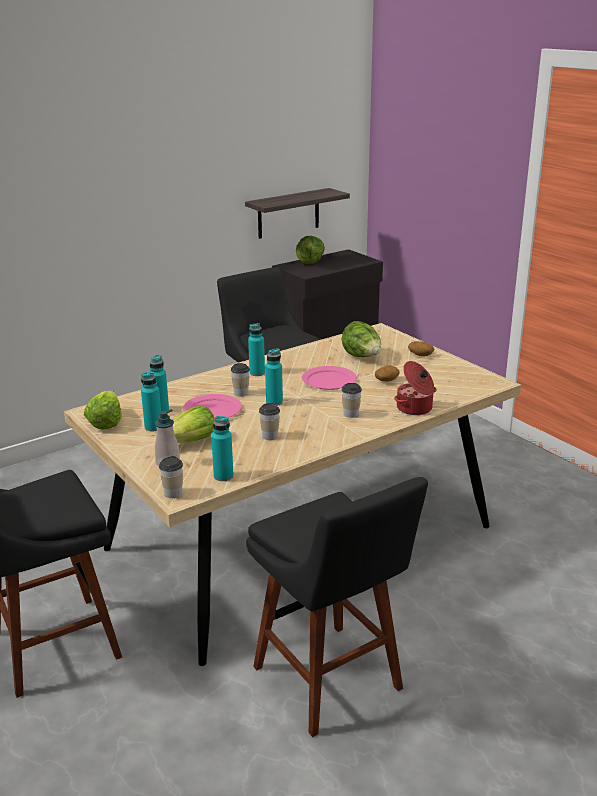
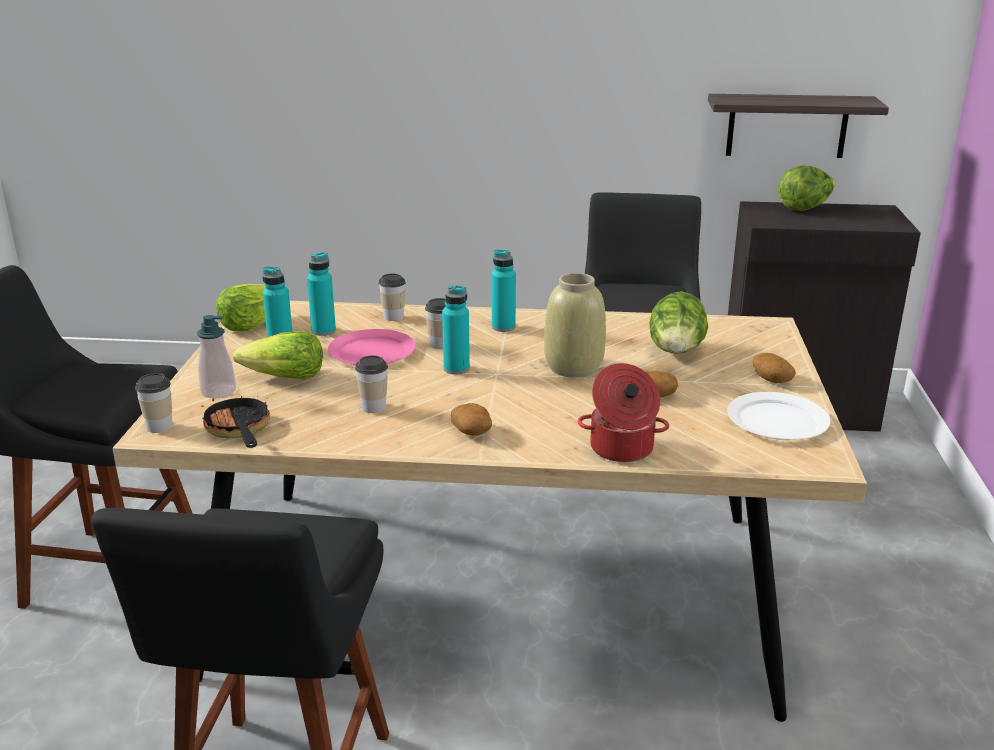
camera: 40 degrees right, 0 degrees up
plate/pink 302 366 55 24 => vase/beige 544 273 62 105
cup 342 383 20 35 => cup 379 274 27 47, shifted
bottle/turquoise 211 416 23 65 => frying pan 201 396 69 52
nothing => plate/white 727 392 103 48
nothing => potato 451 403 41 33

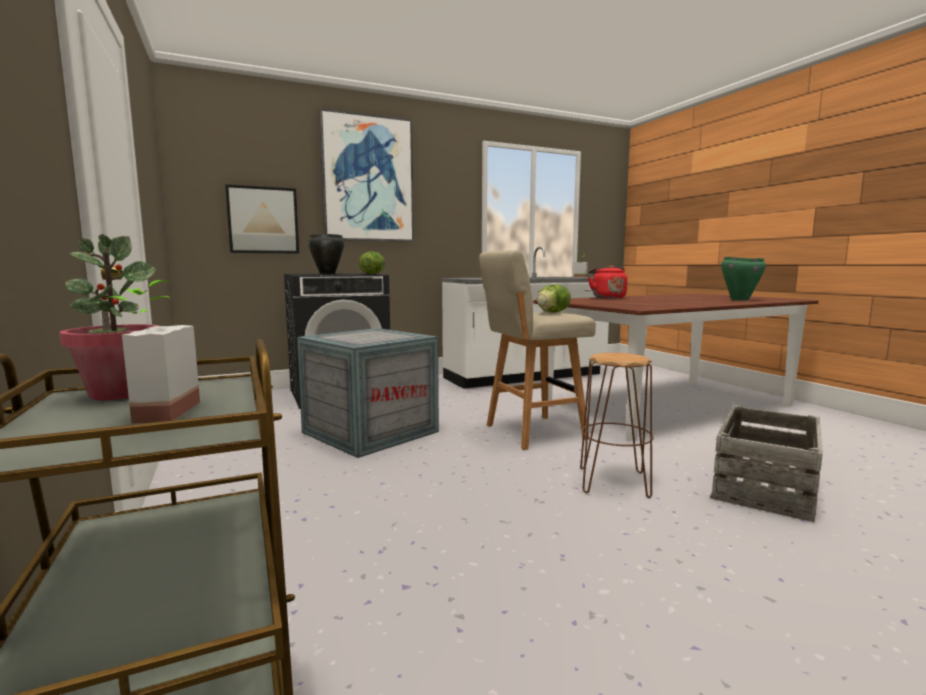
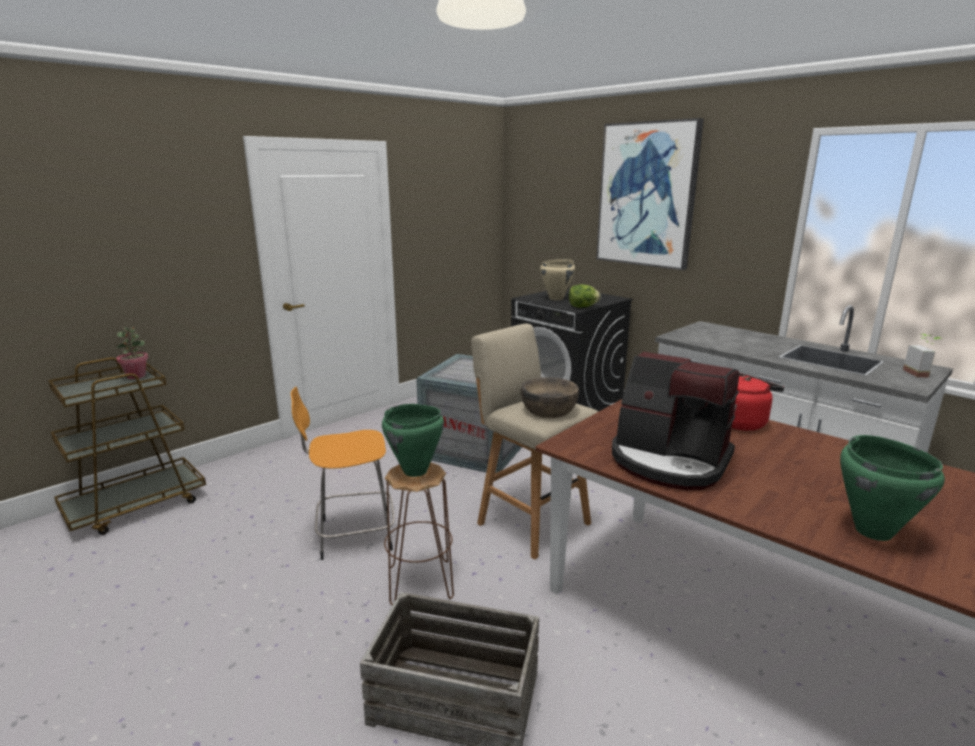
camera: 70 degrees right, 10 degrees up
picture 225 184 74 70 => nothing
cooking pot/black 307 234 38 40 => cooking pot/beige 540 259 35 41
potted plant 106 280 94 144 => nothing
lettuce 537 284 34 29 => bowl/brown 521 377 58 41
nothing => coffee machine 612 352 127 138
nothing => stool/orange 291 387 104 173
nothing => cooking pot/green 382 404 62 73

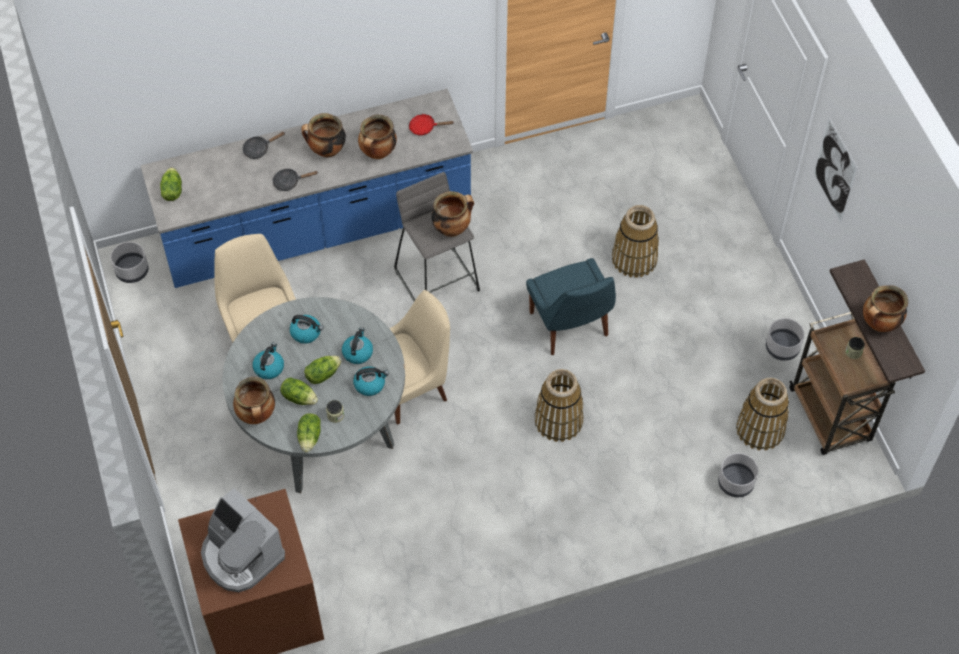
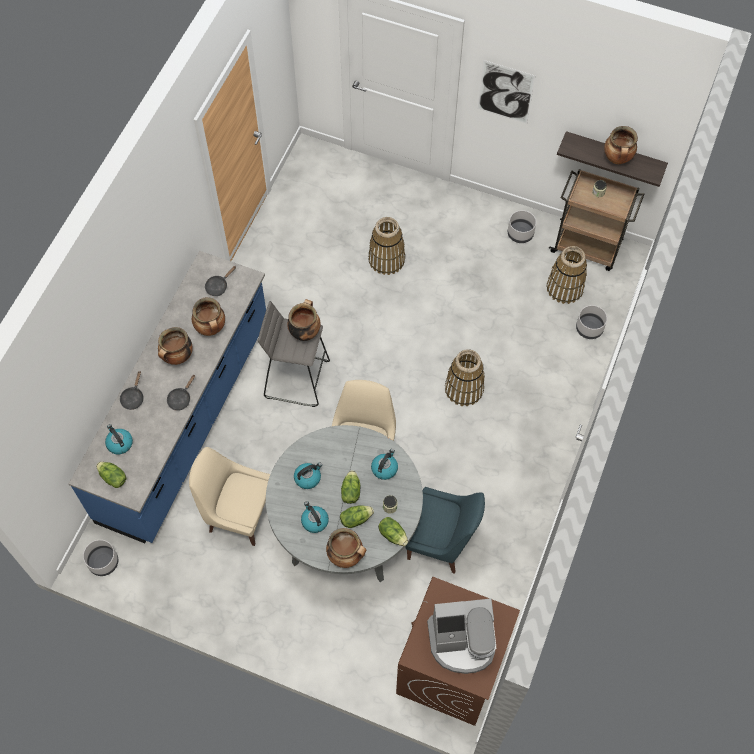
camera: 50 degrees left, 5 degrees up
frying pan/red 409 114 45 21 => frying pan/black 205 266 31 30
chair/blue 526 258 90 97 => chair/blue 405 487 80 87, shifted
kettle 342 327 31 37 => kettle 105 424 28 30, shifted

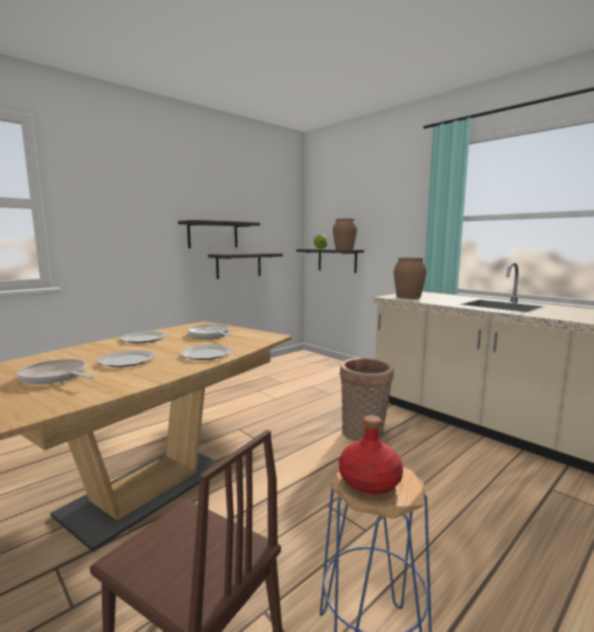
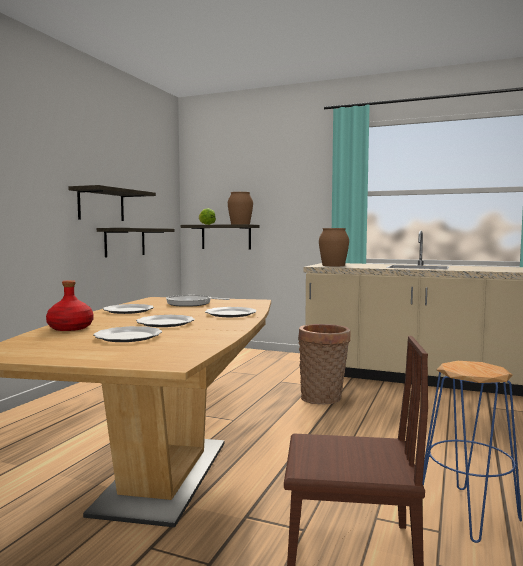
camera: 25 degrees left, 5 degrees down
frying pan 17 359 78 25 => plate 93 326 69 16
bottle/red 339 415 64 79 => bottle/red 46 280 48 51, shifted

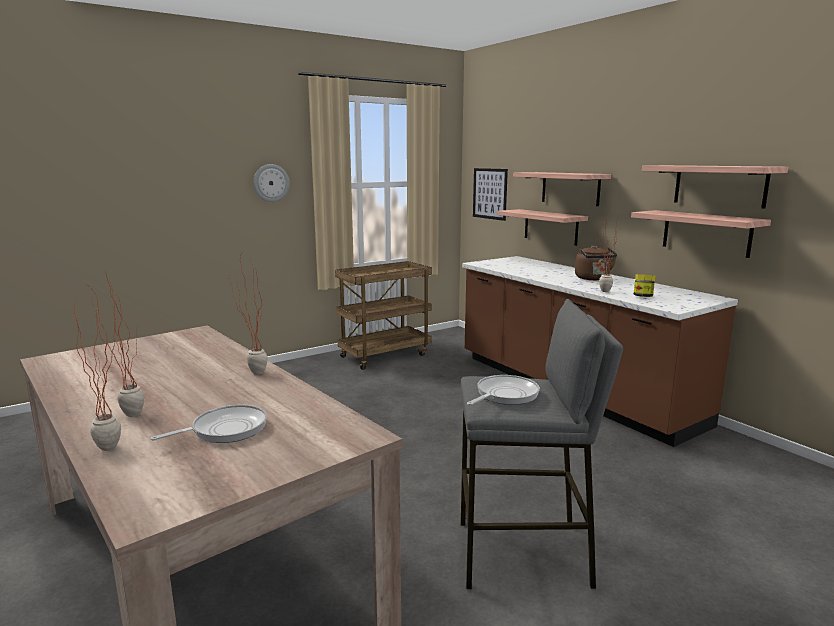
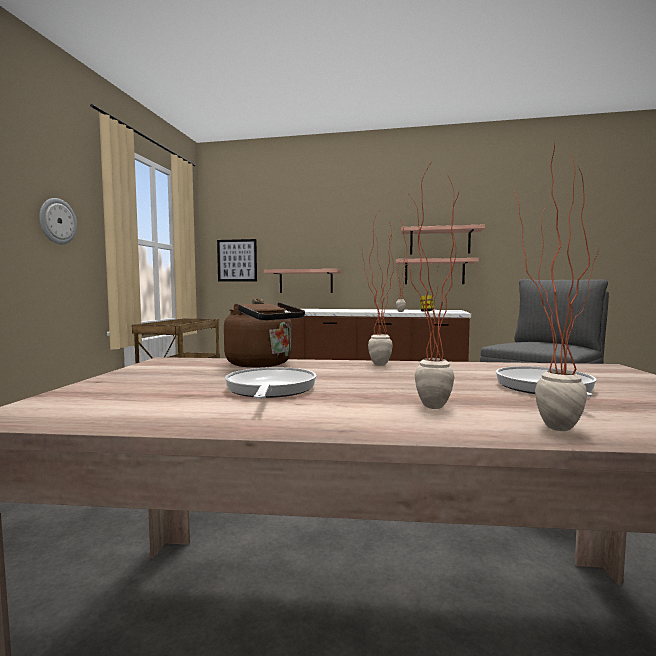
camera: 45 degrees left, 10 degrees down
shelf 513 172 98 34 => nothing
kettle/brown 575 245 42 35 => kettle/brown 224 299 81 69, shifted
frying pan 467 375 73 30 => frying pan 225 367 91 32, shifted

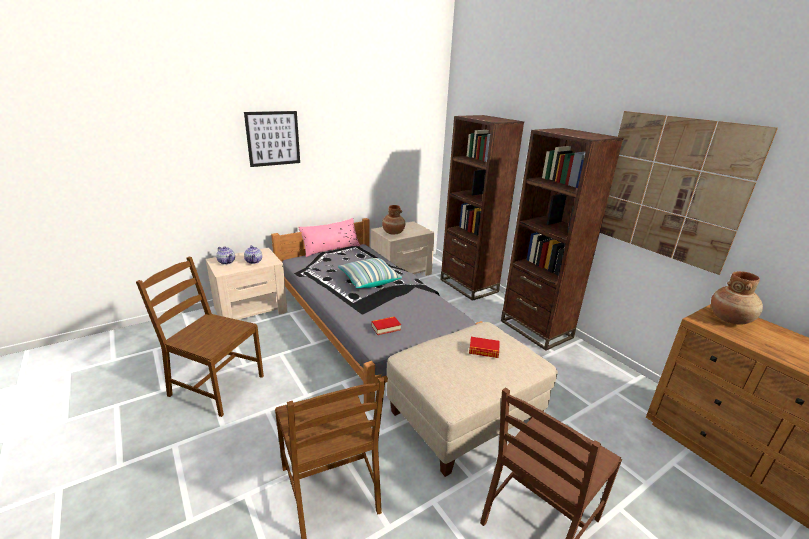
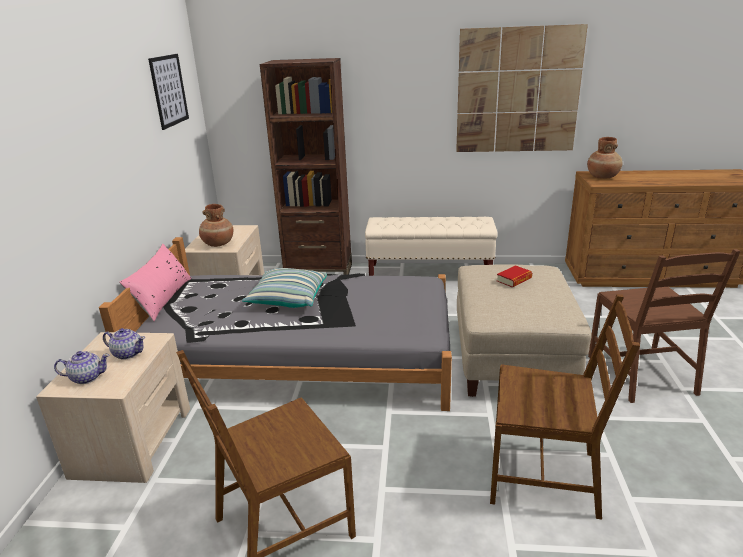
camera: 50 degrees left, 0 degrees up
picture 244 111 56 56 => picture 148 54 41 76, shifted
bookcase/brown 501 128 122 223 => bench/beige 365 217 132 59
book 371 316 30 19 => nothing

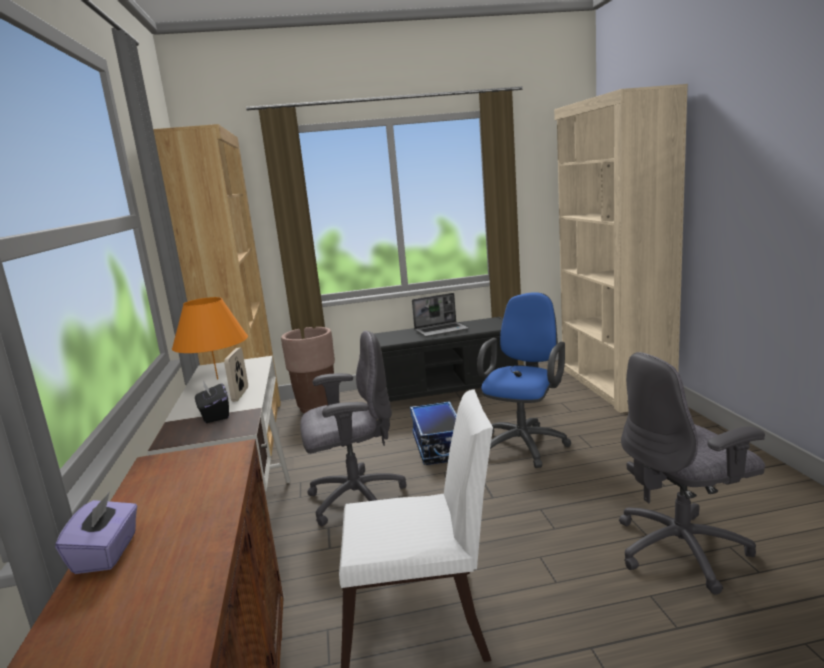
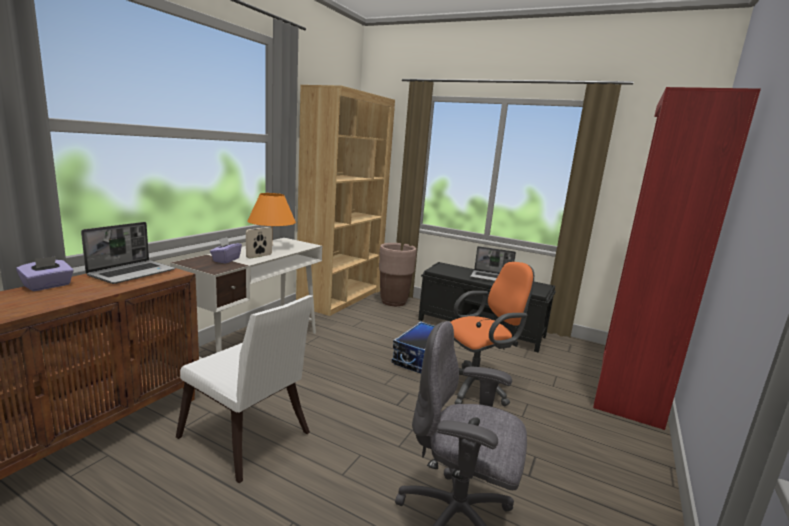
camera: 35 degrees right, 0 degrees up
bookcase/beige 554 84 134 329 => bookcase/red 593 87 168 343
office chair/blue 477 292 94 176 => office chair/orange 451 262 83 144
office chair/grey 300 331 107 195 => nothing
tissue box/black 195 380 34 43 => tissue box/purple 210 237 32 26
nothing => laptop 81 222 94 62

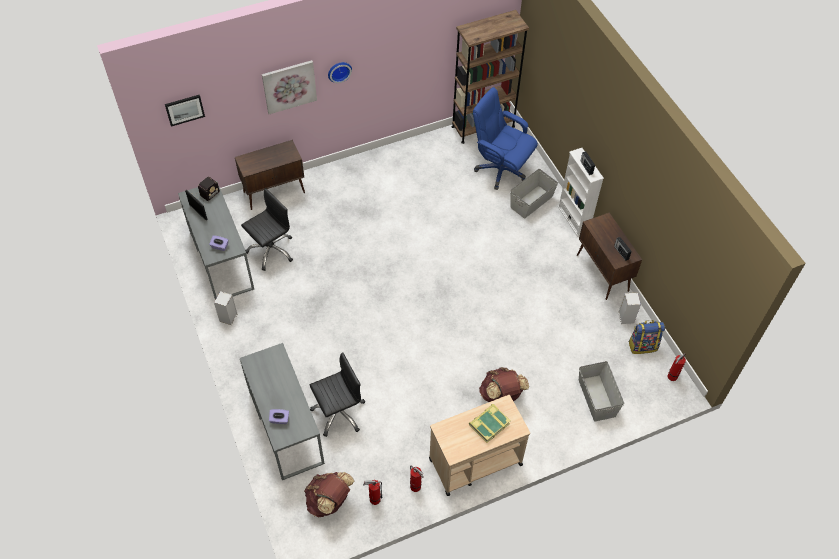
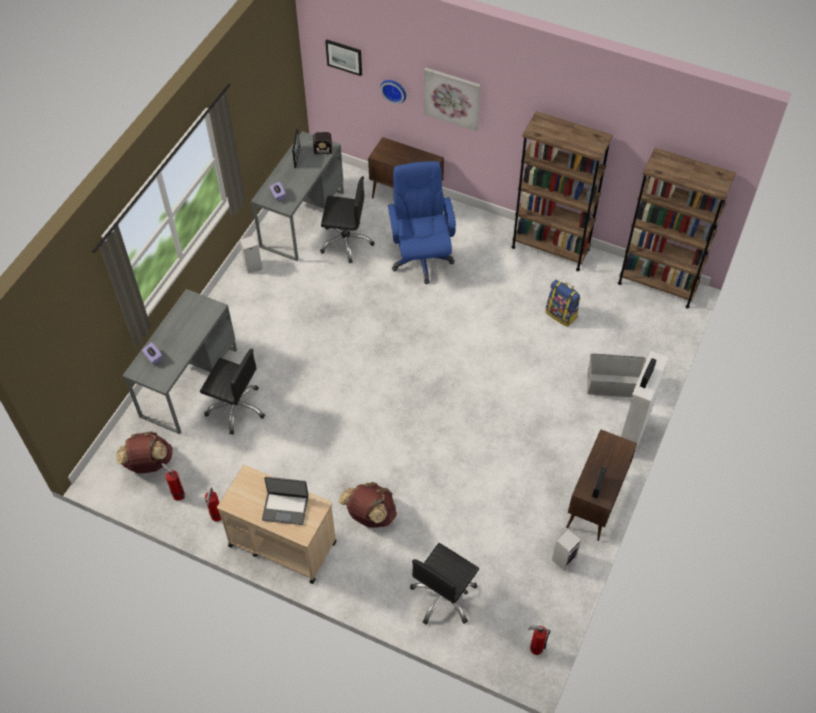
camera: 50 degrees right, 0 degrees up
wall clock 328 62 24 21 => wall clock 380 80 26 24, shifted
office chair/blue 473 87 65 103 => office chair/blue 388 161 68 123, shifted
backpack 629 320 36 34 => backpack 545 280 36 47, shifted
storage box/grey 579 361 45 61 => office chair/black 410 543 69 81
book 469 404 41 39 => laptop 262 477 46 48
nothing => bookcase/brown 511 111 102 160

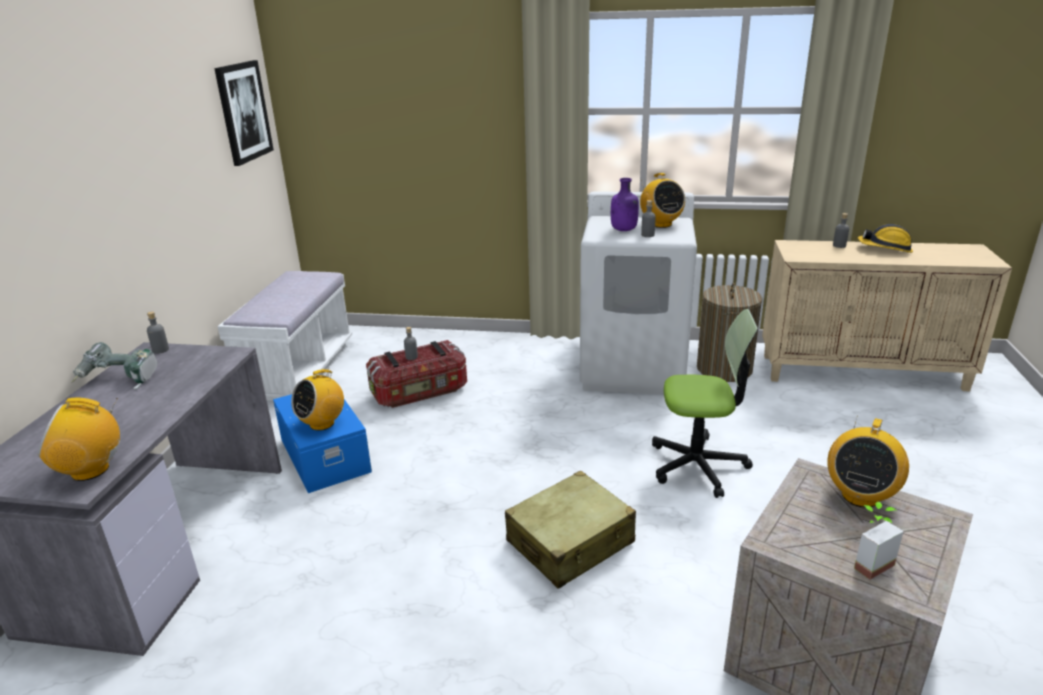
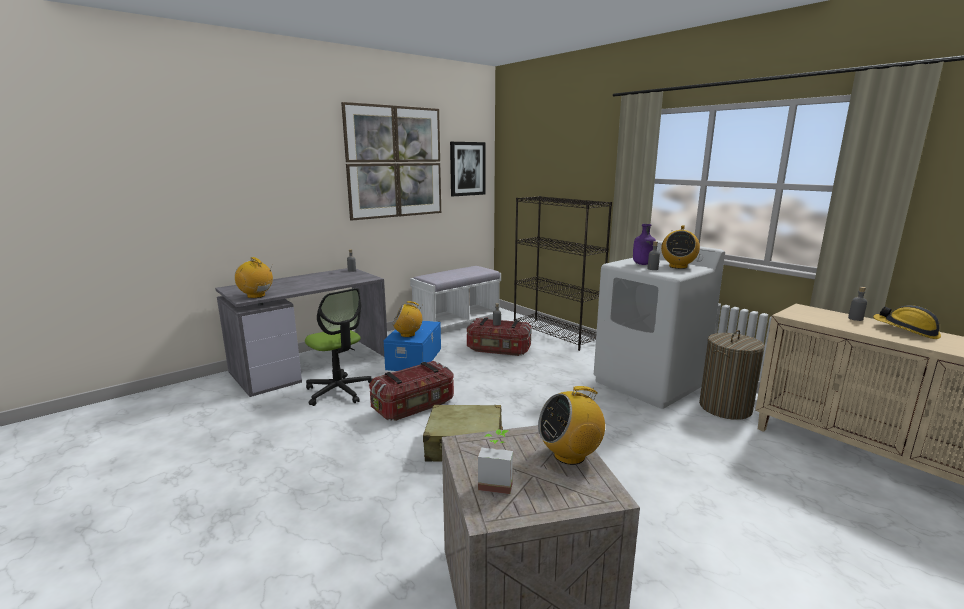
camera: 40 degrees right, 10 degrees down
office chair 652 309 106 189 => office chair 305 288 68 118, shifted
power drill 71 342 86 47 => nothing
nothing => picture 341 102 100 119
nothing => bookcase/black 514 196 98 155
nothing => storage box 369 361 85 60

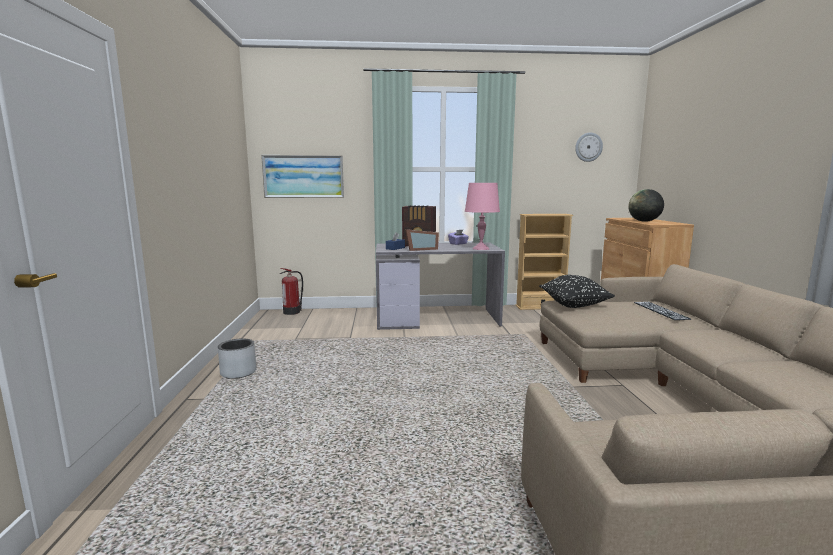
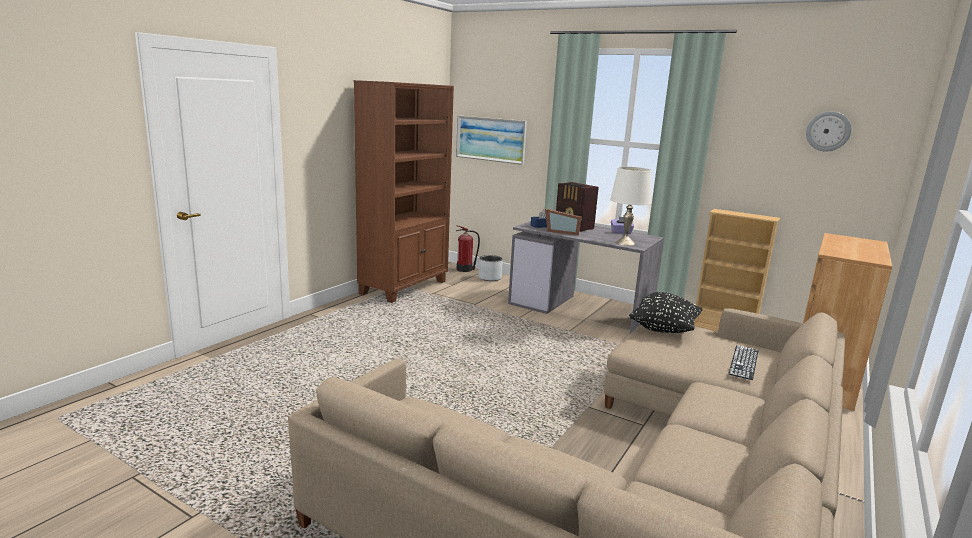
camera: 35 degrees right, 5 degrees up
table lamp/pink 465 183 35 67 => table lamp/white 610 167 41 79
globe 628 189 36 33 => nothing
planter/grey 218 338 39 41 => planter/grey 478 255 25 26, shifted
nothing => bookcase/brown 354 80 100 223

